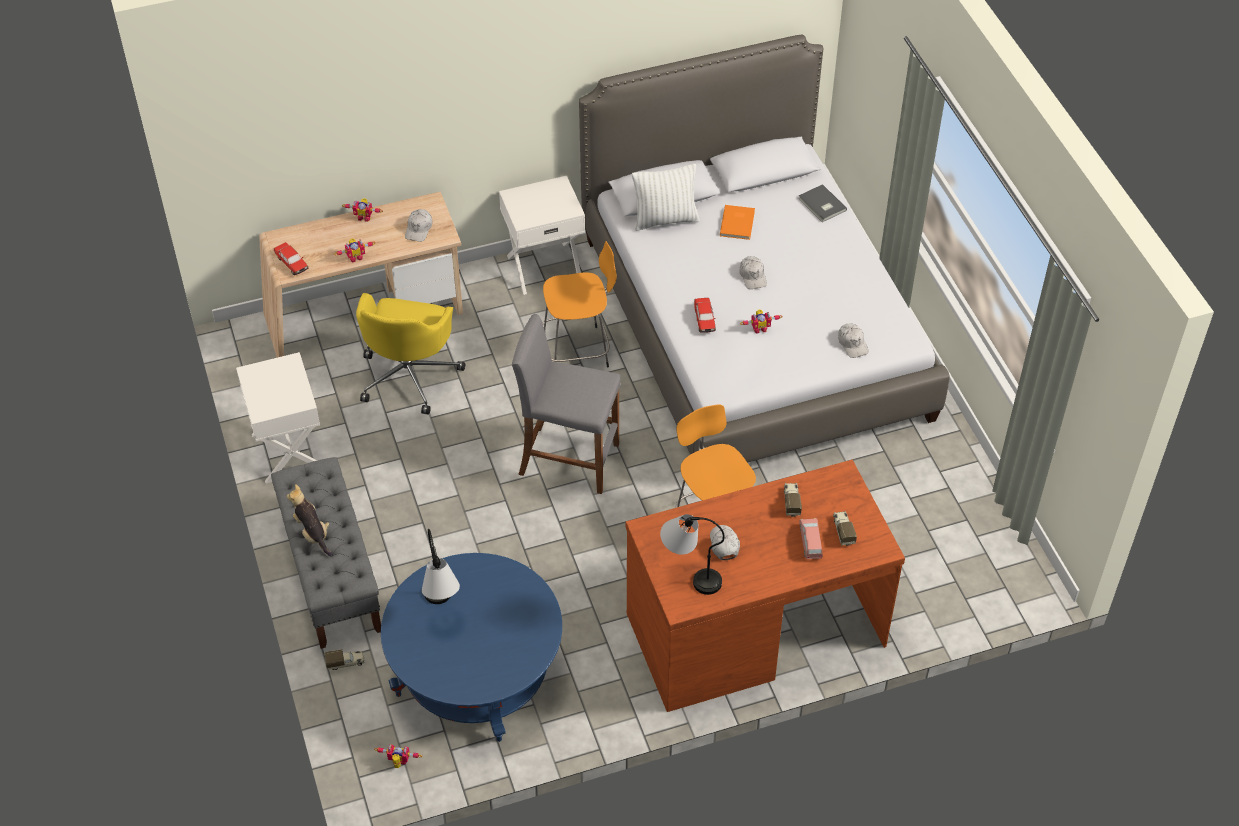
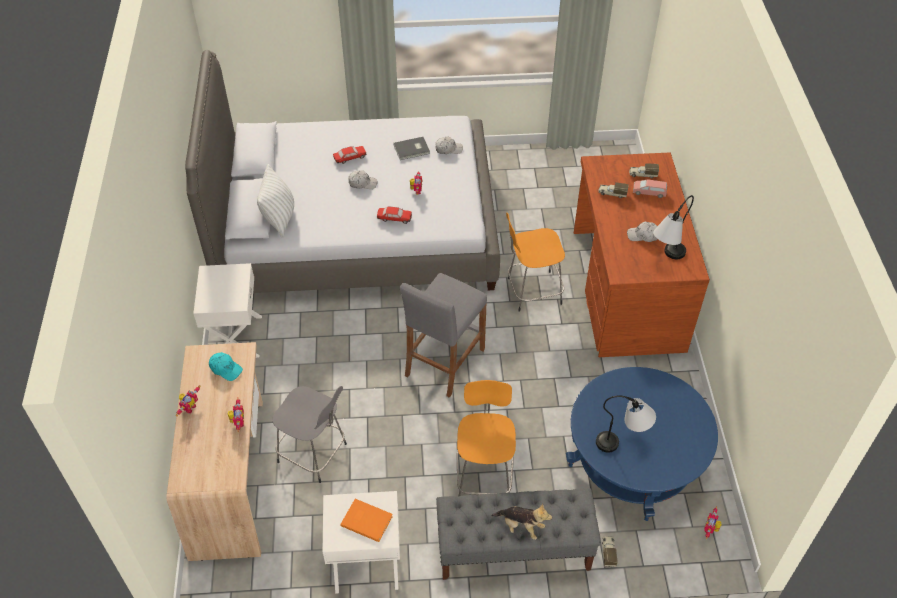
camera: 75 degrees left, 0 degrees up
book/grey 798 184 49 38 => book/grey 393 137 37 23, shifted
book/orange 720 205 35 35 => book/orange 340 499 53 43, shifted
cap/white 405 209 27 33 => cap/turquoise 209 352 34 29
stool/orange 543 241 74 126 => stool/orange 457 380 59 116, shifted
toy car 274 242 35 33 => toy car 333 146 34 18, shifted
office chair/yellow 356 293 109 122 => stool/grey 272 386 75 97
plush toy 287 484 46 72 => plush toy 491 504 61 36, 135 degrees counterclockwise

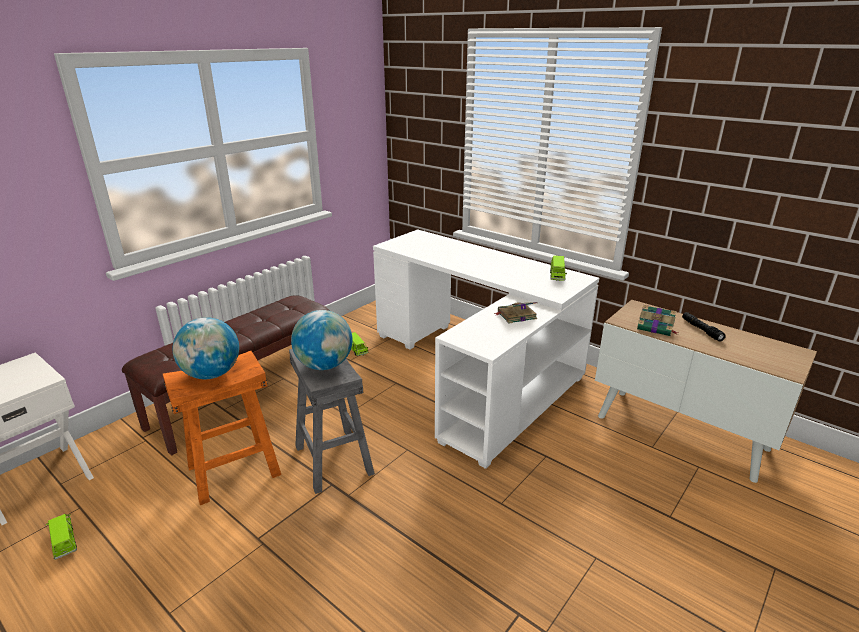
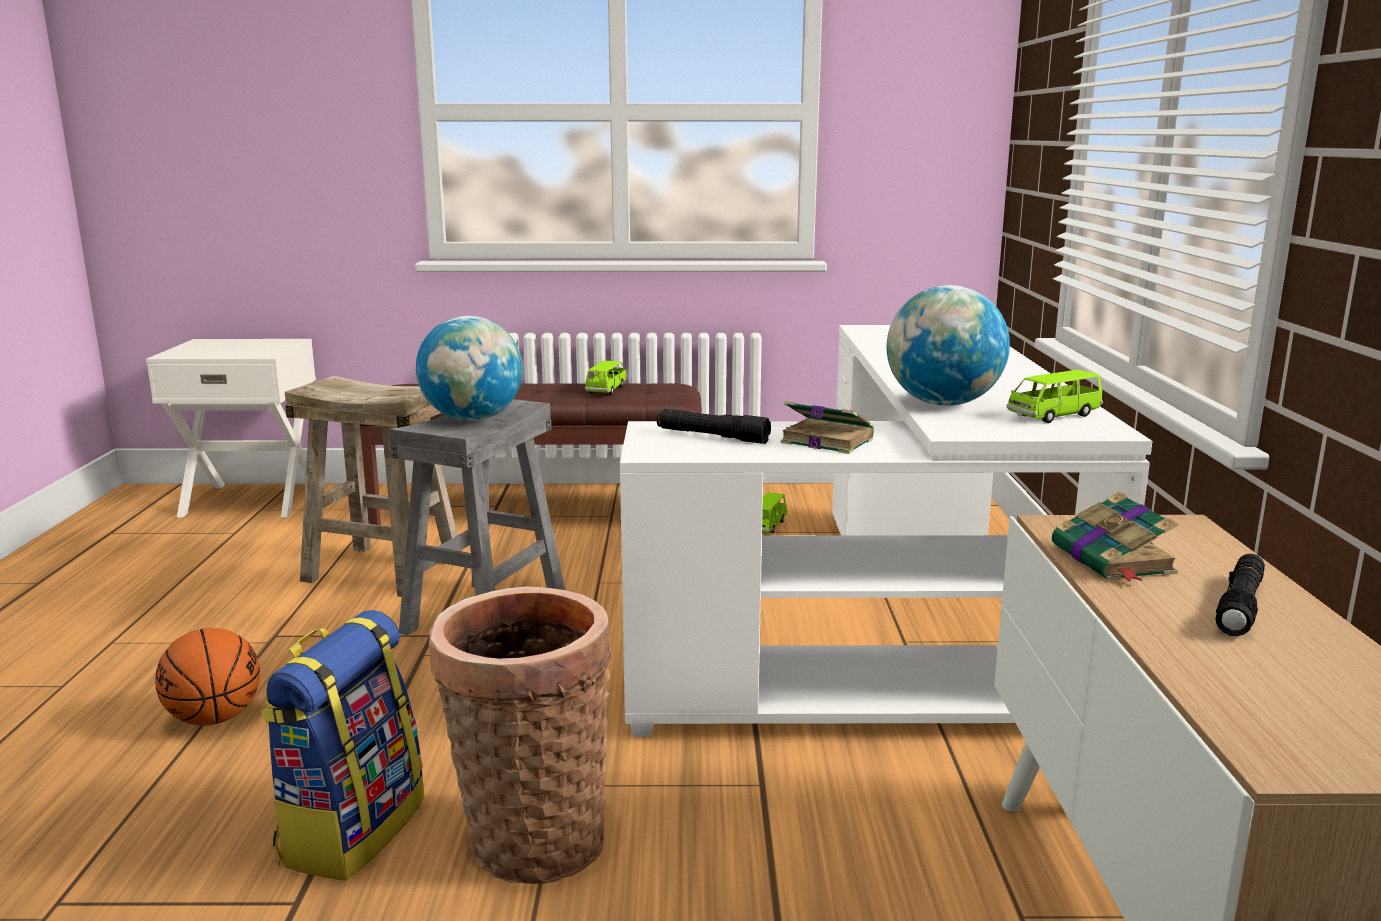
camera: 50 degrees right, 10 degrees down
globe 173 317 66 62 => globe 887 285 123 121, shifted
stool/orange 163 351 118 154 => stool/beige 285 376 172 221
toy car/green 46 514 31 46 => toy car/green 585 361 42 34, shifted
nothing => flashlight/black 657 409 114 35
nothing => basket 429 587 182 297
nothing => backpack 261 610 163 271
nothing => basketball 155 628 105 98

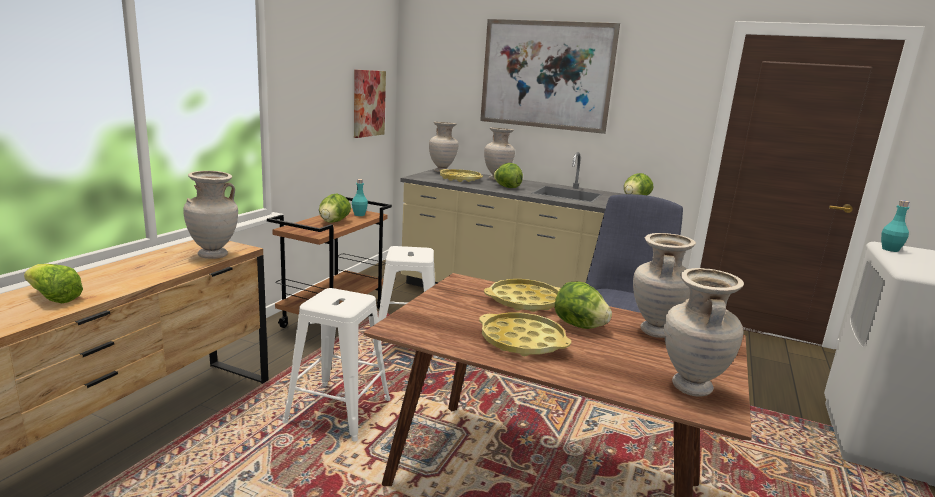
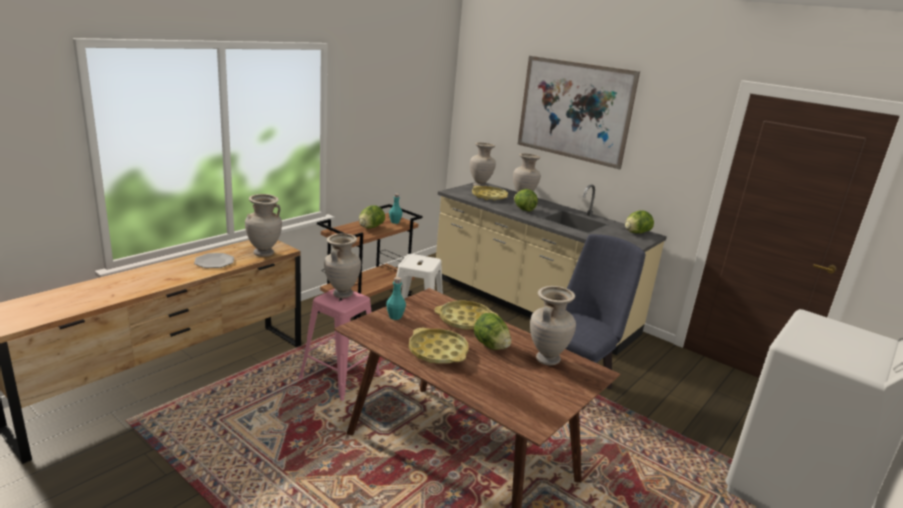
camera: 15 degrees right, 5 degrees up
picture 354 70 32 68 => nothing
bottle/turquoise 881 200 28 52 => bottle/turquoise 386 277 20 43, shifted
lettuce 24 264 59 39 => nothing
vase/beige 664 268 80 129 => vase/beige 324 233 37 65, shifted
stool/white 282 288 109 154 => stool/pink 298 289 83 112
nothing => plate 194 253 40 15

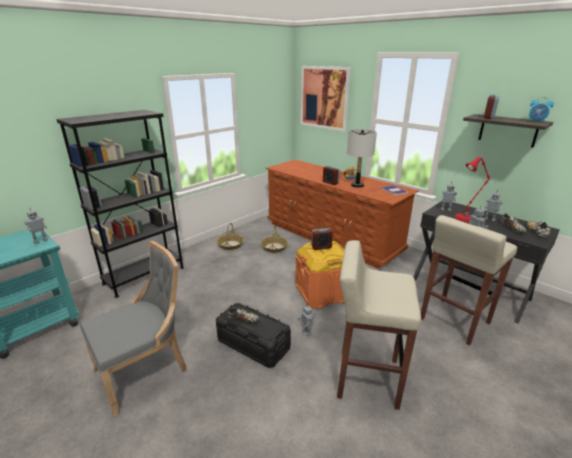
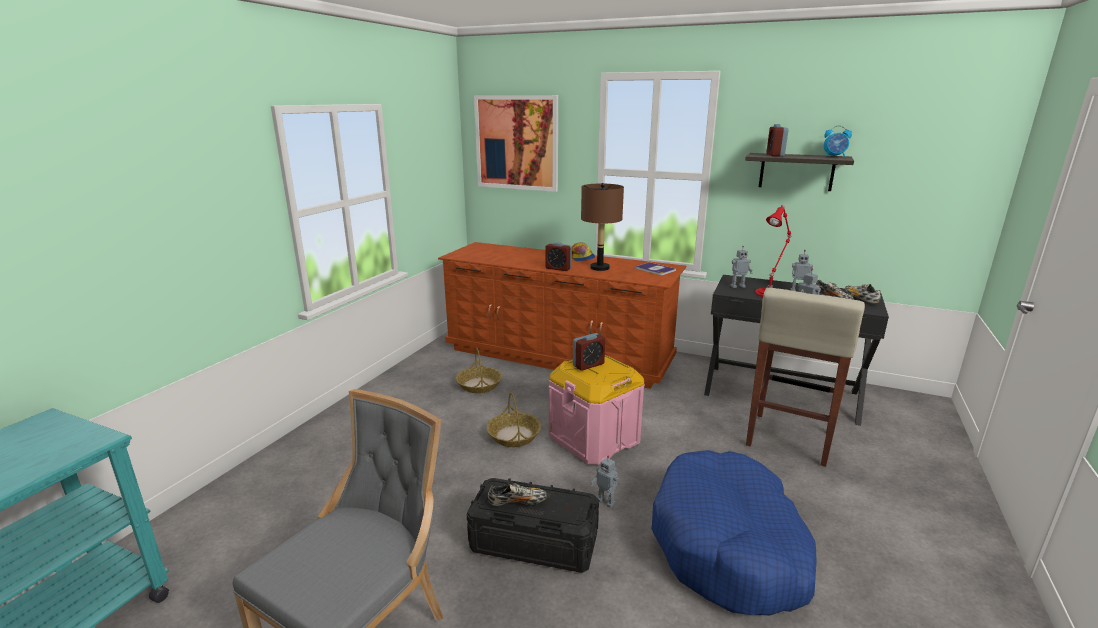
camera: 20 degrees left, 5 degrees down
bookcase/black 56 110 128 188 => nothing
table lamp/grey 347 129 30 59 => table lamp/brown 581 183 43 88
toy robot 24 208 24 36 => nothing
basket 216 223 28 27 => basket 487 392 54 55, shifted
stool/beige 337 240 84 170 => dog bed/blue 651 450 166 166
storage box/orange 296 241 49 68 => storage box/pink 549 355 96 110

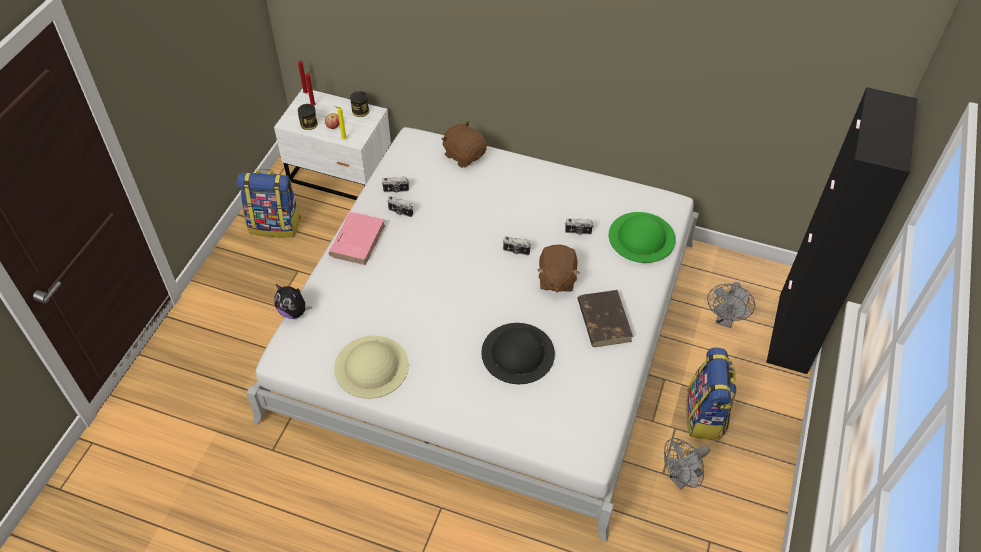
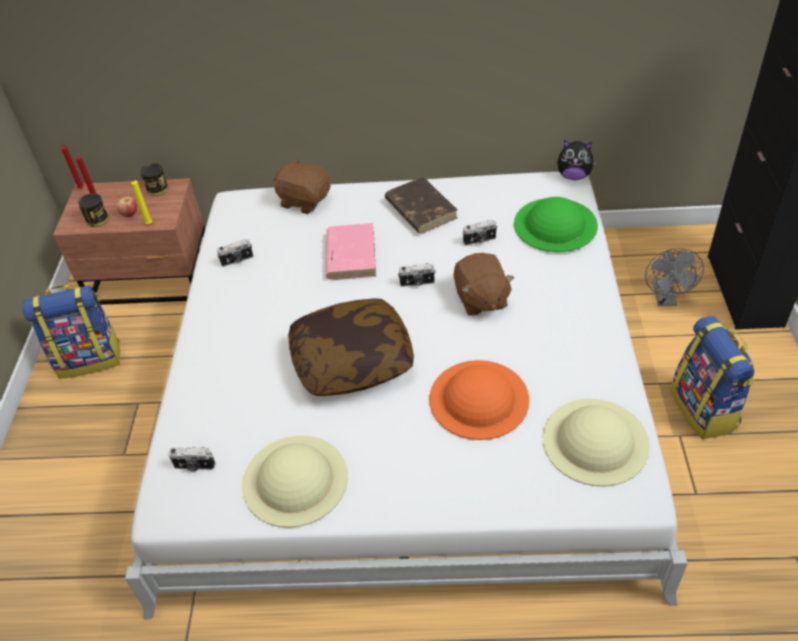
camera: 15 degrees left, 5 degrees down
nightstand/white 274 88 117 112 => nightstand/brown 53 178 152 127
photo camera 388 196 25 21 => photo camera 168 447 48 24, shifted
book/pink 328 212 57 53 => book/pink 326 223 50 57, shifted
plush toy 275 284 36 35 => plush toy 557 140 40 40, shifted
book/brown 578 290 55 57 => book/brown 385 177 72 57, shifted
hat/black 481 323 74 61 => hat/orange 429 360 100 80
fan/grey 664 438 46 52 => nothing
nothing => pillow 288 298 126 98
nothing => hat/beige 543 399 107 87

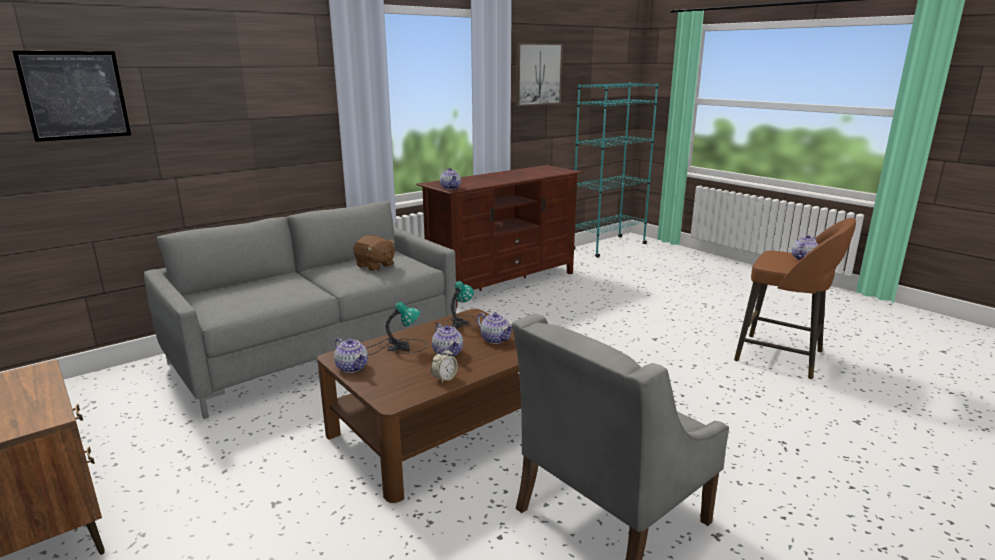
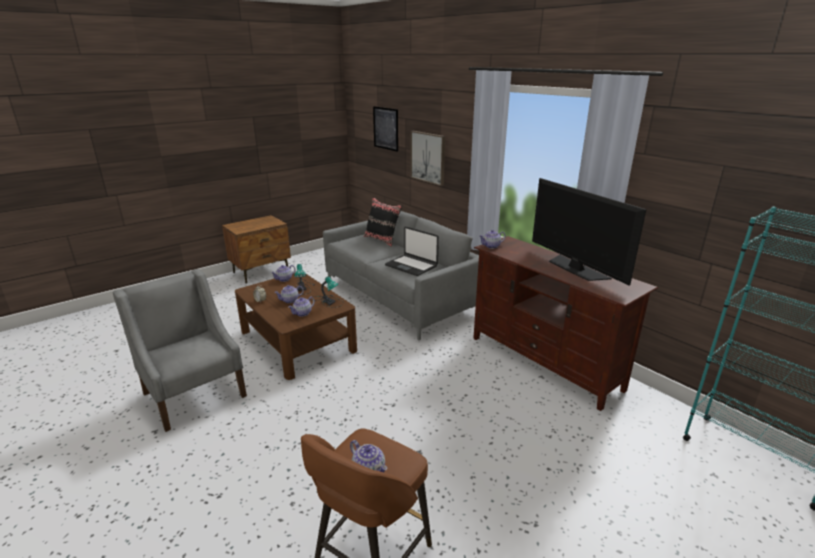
camera: 90 degrees right, 5 degrees up
picture 516 43 47 63 => picture 411 131 34 55, shifted
plush toy/brown 353 235 42 36 => laptop 385 227 54 49
nothing => television 532 178 115 108
nothing => pillow/black 364 197 38 50

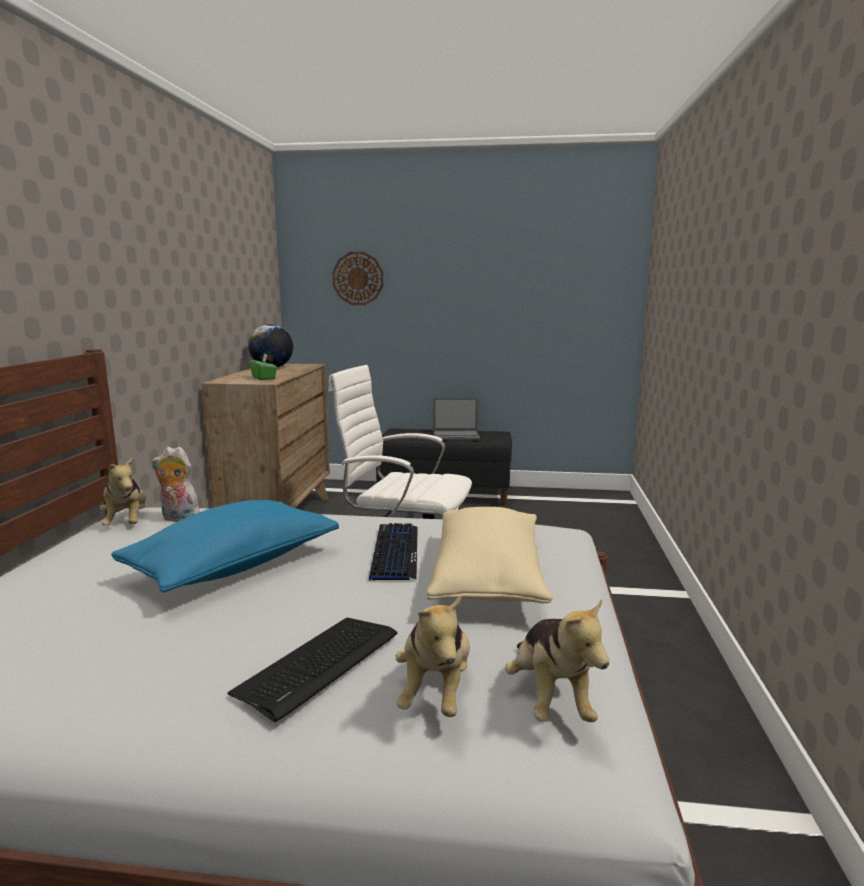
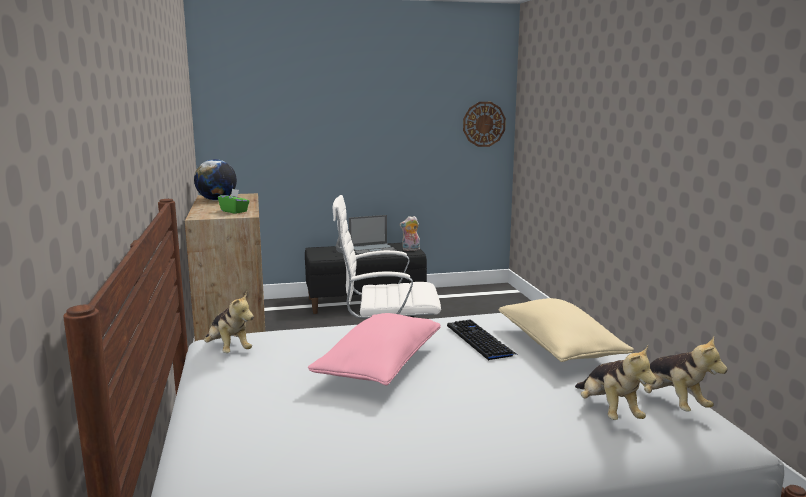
camera: 20 degrees left, 0 degrees up
wall clock 332 252 51 53 => wall clock 463 102 43 45, shifted
plush toy 152 447 48 75 => plush toy 399 216 21 35, shifted
pillow/blue 111 500 228 92 => pillow/pink 308 313 133 72
keyboard 227 618 170 104 => nothing

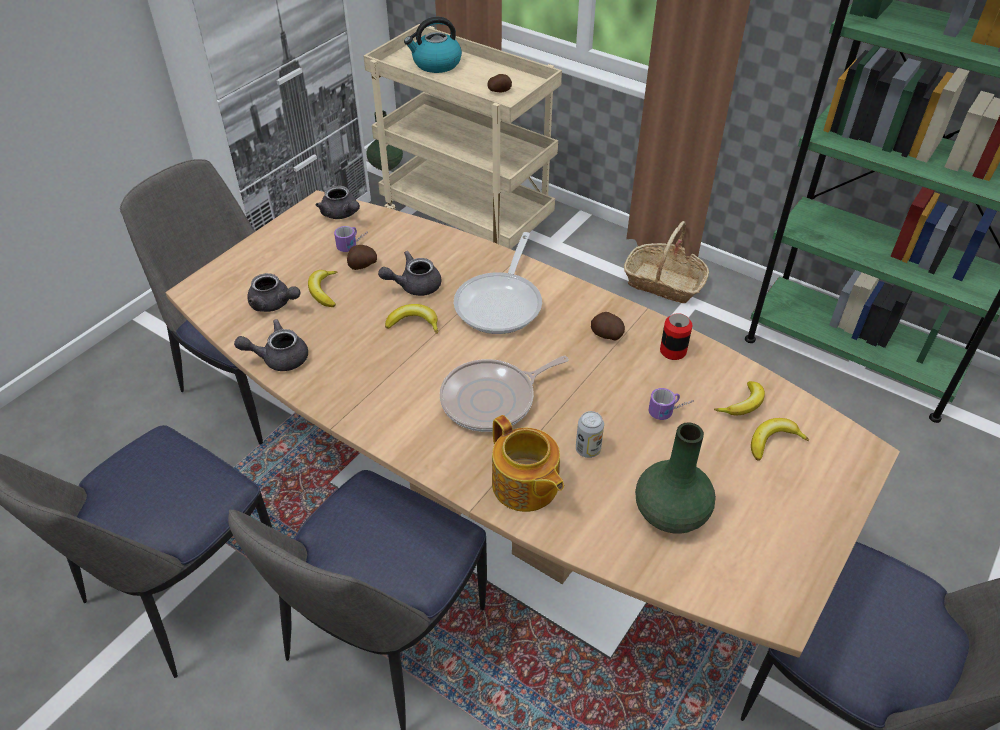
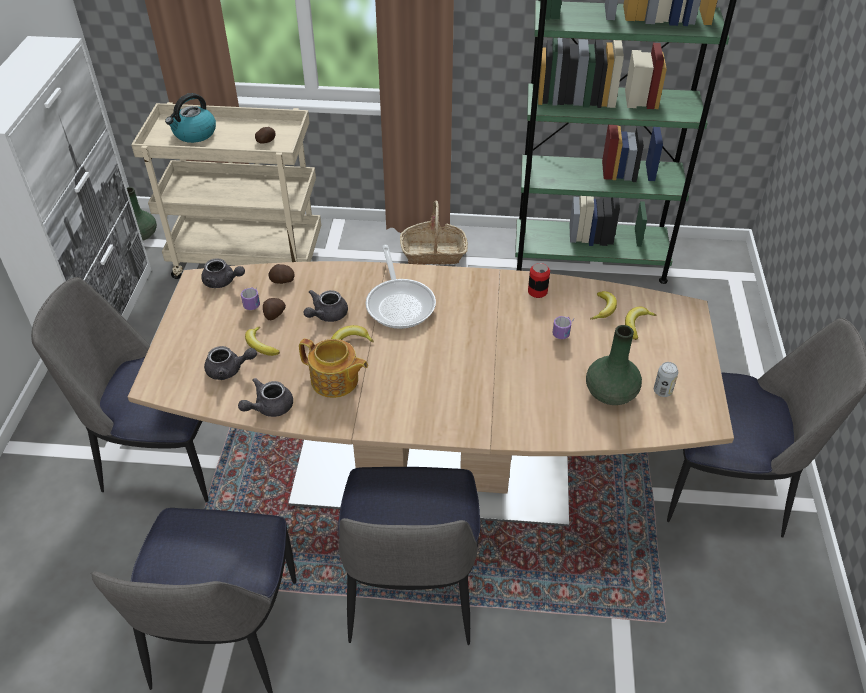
camera: 30 degrees left, 0 degrees up
potato 591 312 34 29 => potato 268 264 27 20, shifted
frying pan 440 356 129 76 => nothing
can 576 411 28 47 => can 654 362 24 35, shifted
teapot 492 415 72 97 => teapot 299 338 69 60, shifted

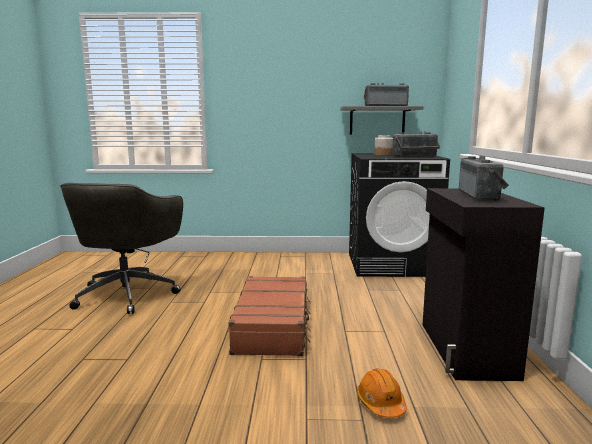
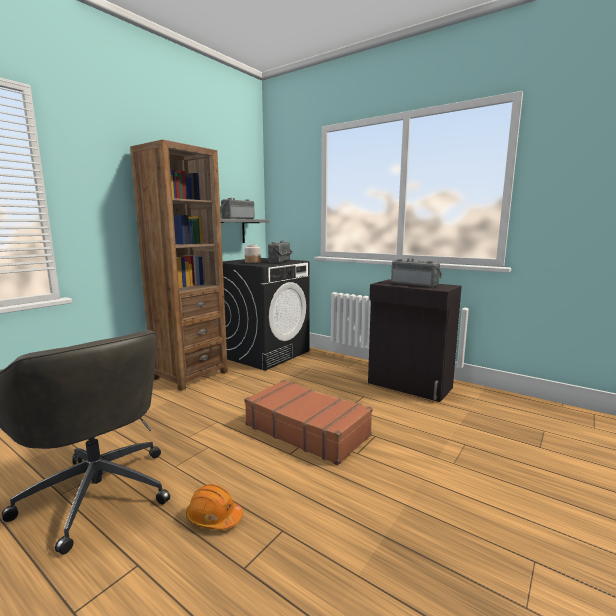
camera: 55 degrees left, 0 degrees up
hard hat/orange 357 368 50 50 => hard hat/orange 186 484 57 46, shifted
nothing => bookcase/brown 130 140 98 251

